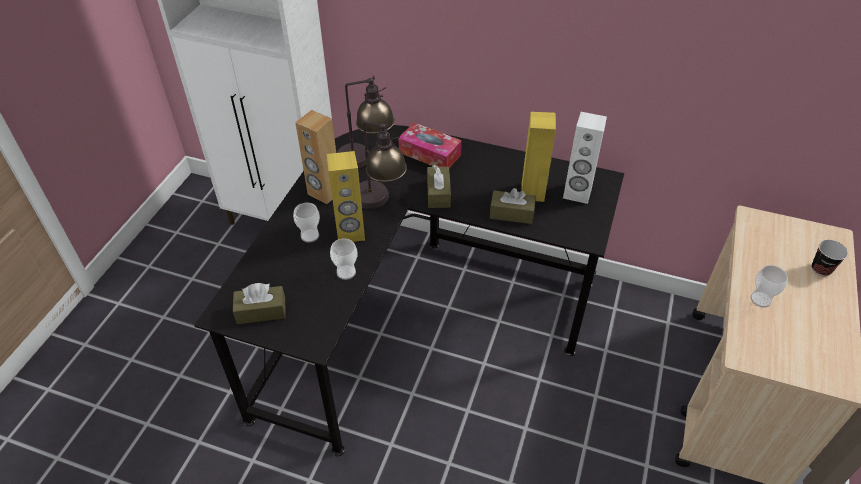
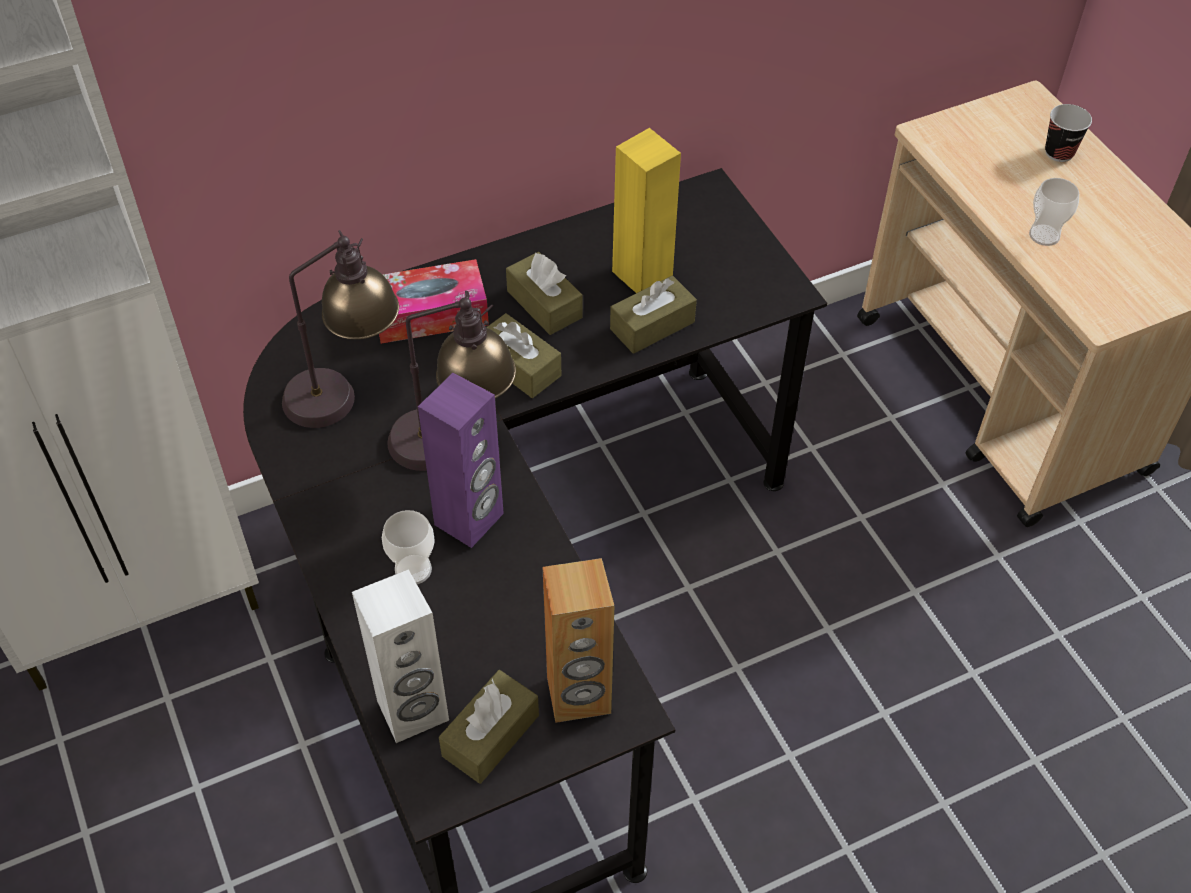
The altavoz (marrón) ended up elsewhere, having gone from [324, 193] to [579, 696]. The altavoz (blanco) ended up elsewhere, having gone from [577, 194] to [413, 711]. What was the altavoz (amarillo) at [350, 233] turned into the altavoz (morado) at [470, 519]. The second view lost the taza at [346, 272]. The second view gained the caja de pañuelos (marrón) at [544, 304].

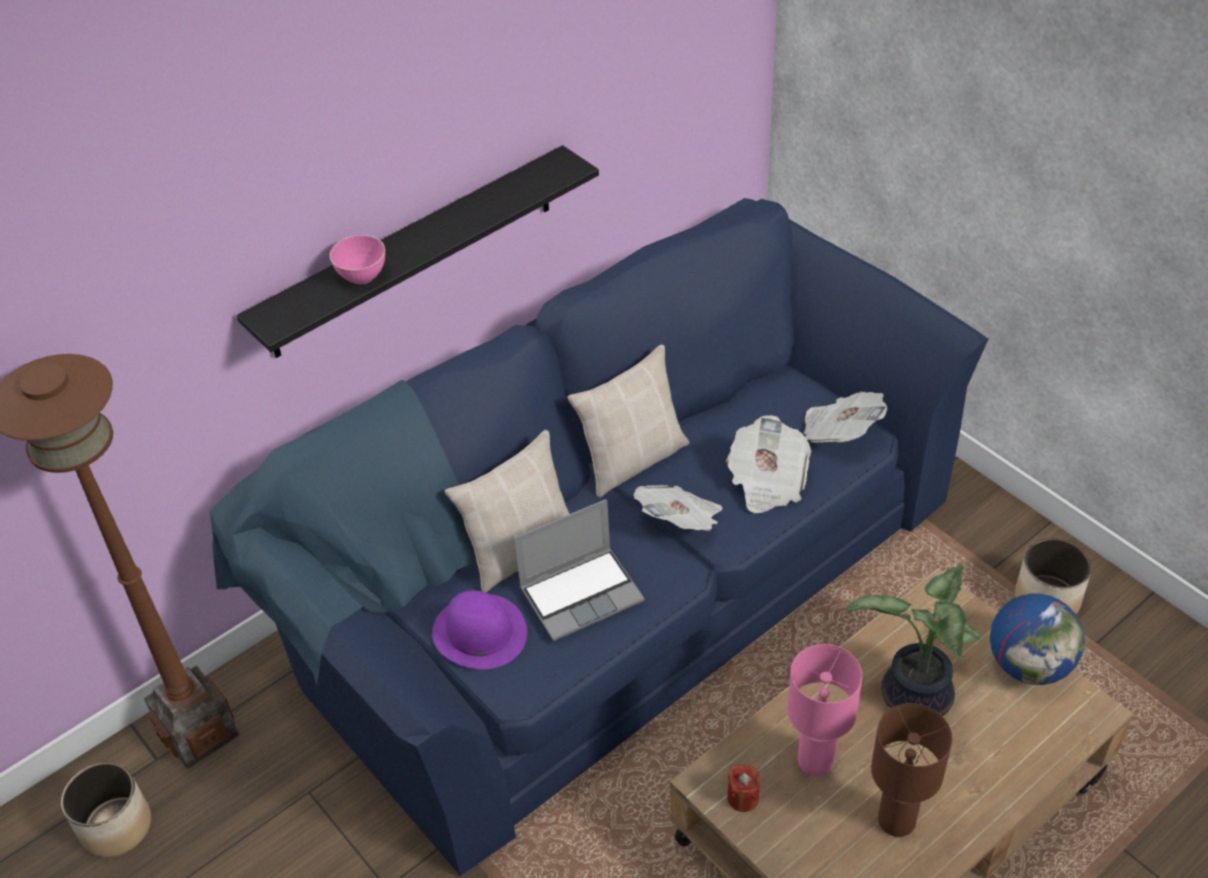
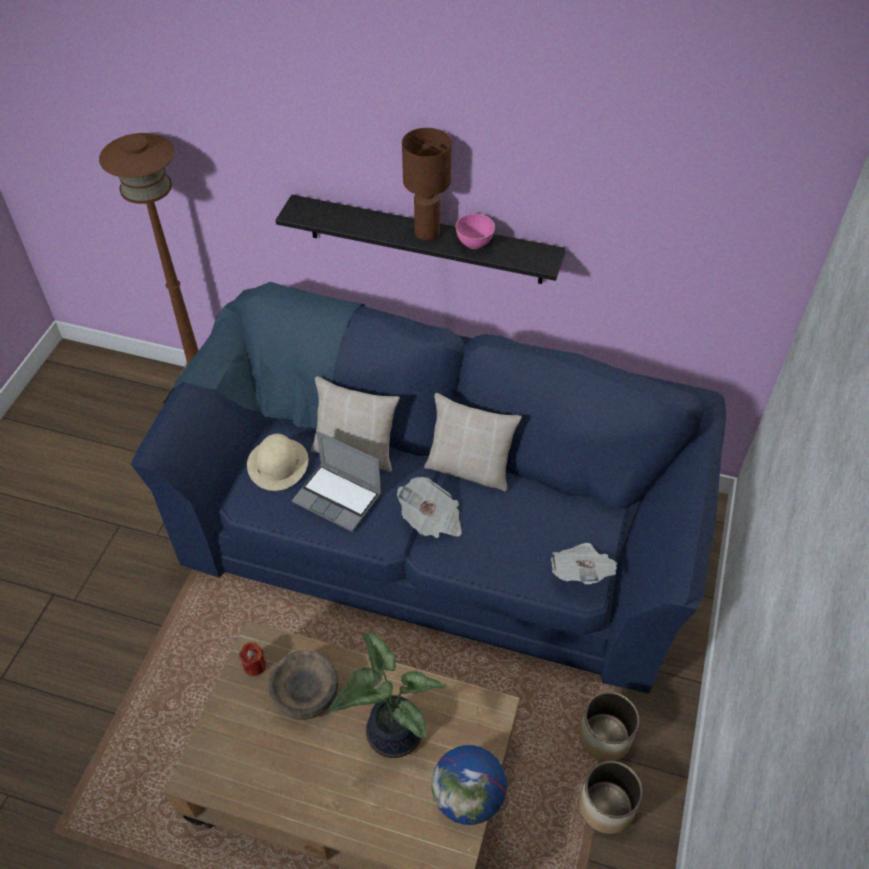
The cuenco (rosa) ended up elsewhere, having gone from [362, 276] to [474, 243]. The second view lost the periódico at [767, 481]. What was the sombrero (morado) at [479, 632] turned into the sombrero (beis) at [278, 463]. Where the lámpara de mesa (rosa) stood at [815, 760], the cuenco (marrón) came to stand at [306, 694]. The lámpara de mesa (marrón) ended up elsewhere, having gone from [896, 821] to [426, 233]. The maceta ended up elsewhere, having gone from [117, 826] to [605, 737].

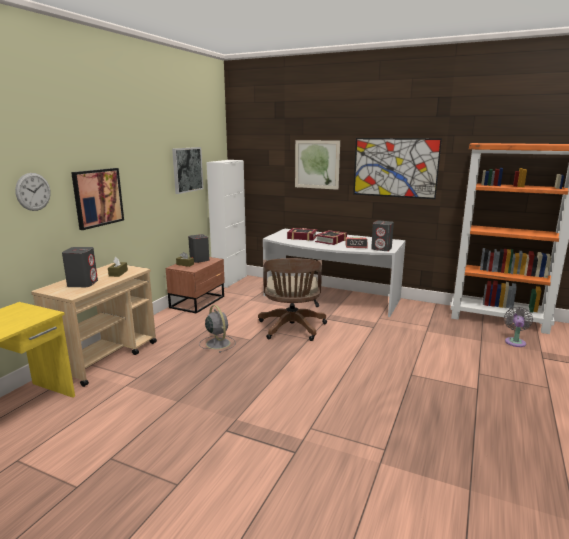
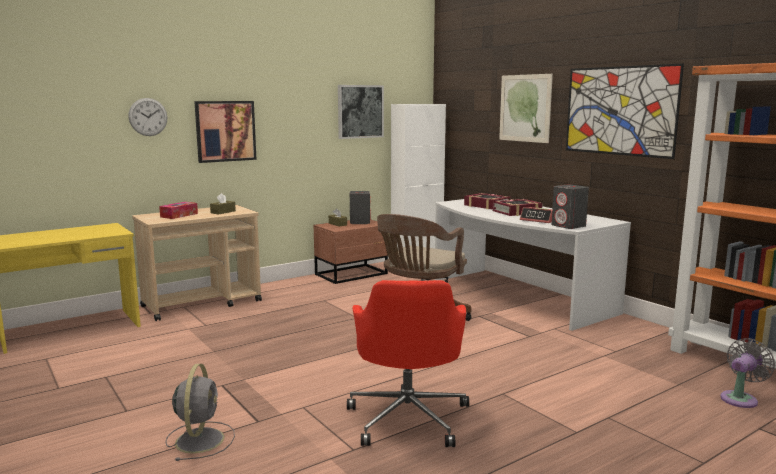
Where the altavoz (gris) stood at [83, 283], the caja de pañuelos came to stand at [179, 215]. The ventilador (gris) ended up elsewhere, having gone from [217, 343] to [200, 439]. The second view gained the silla de oficina (rojo) at [408, 417].

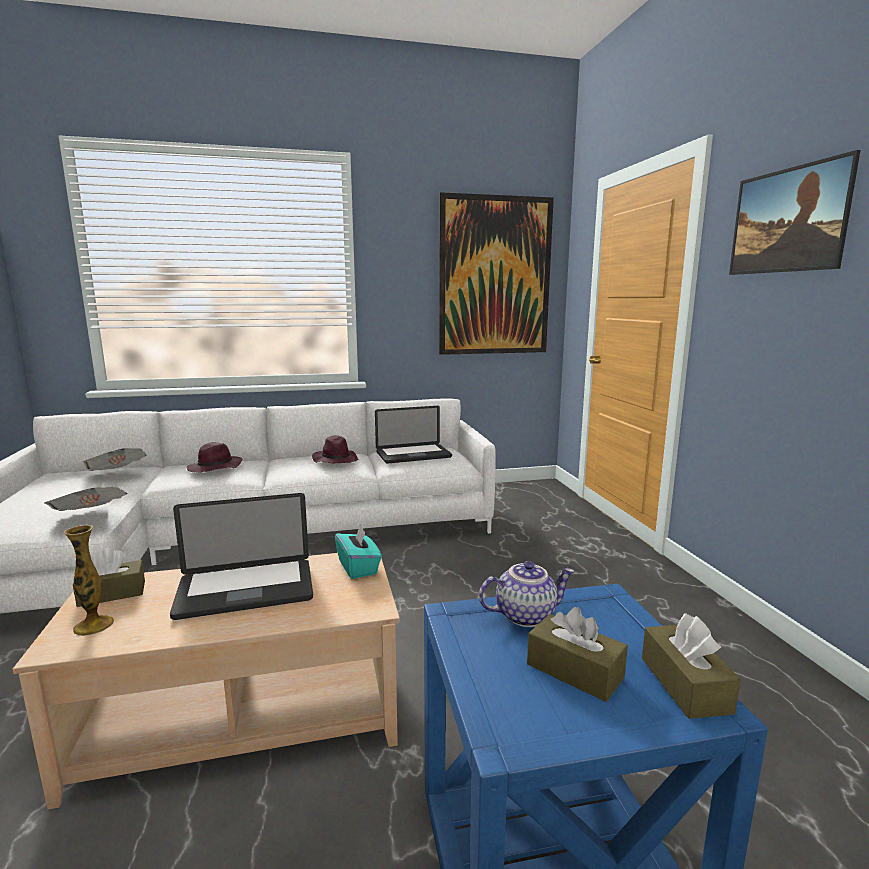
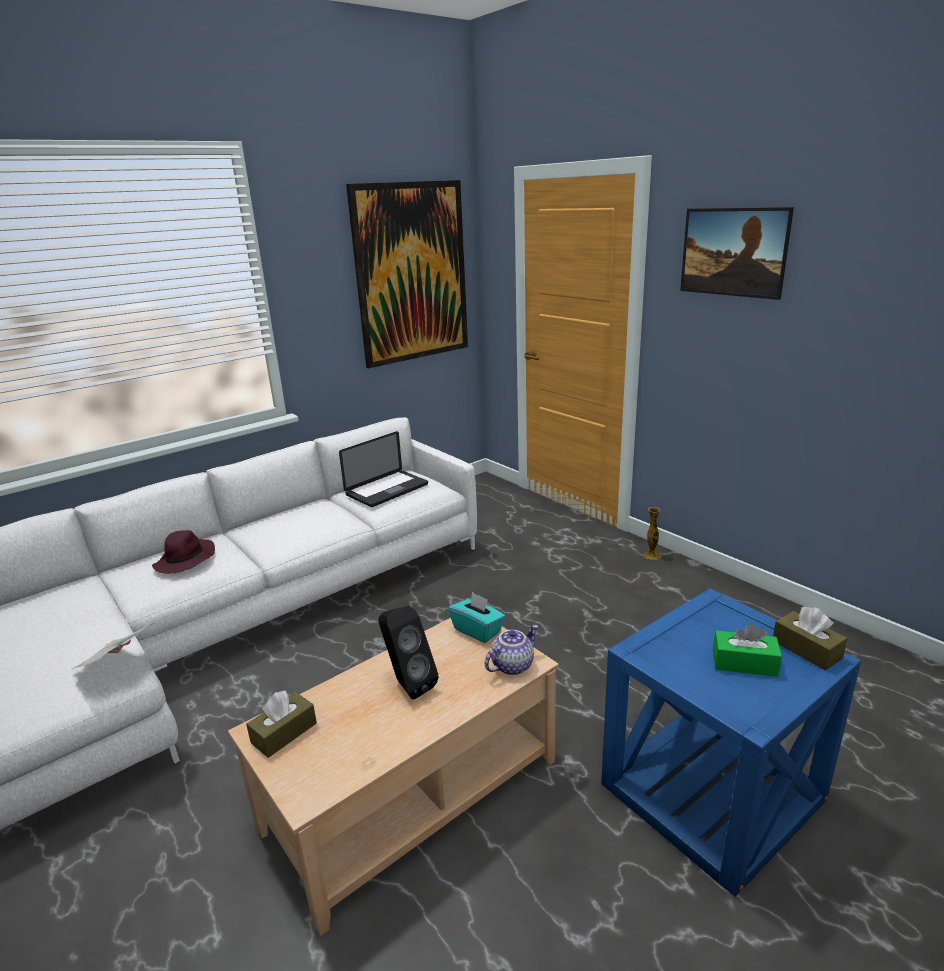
The second view lost the sombrero (morado) at [335, 460]. The second view lost the periódico at [117, 475]. Where the portátil stood at [246, 590], the altavoz (negro) came to stand at [407, 684]. The florero ended up elsewhere, having gone from [94, 625] to [652, 555]. The tetera ended up elsewhere, having gone from [525, 615] to [512, 665]. What was the caja de pañuelos (marrón) at [574, 671] turned into the caja de pañuelos (verde) at [744, 663].

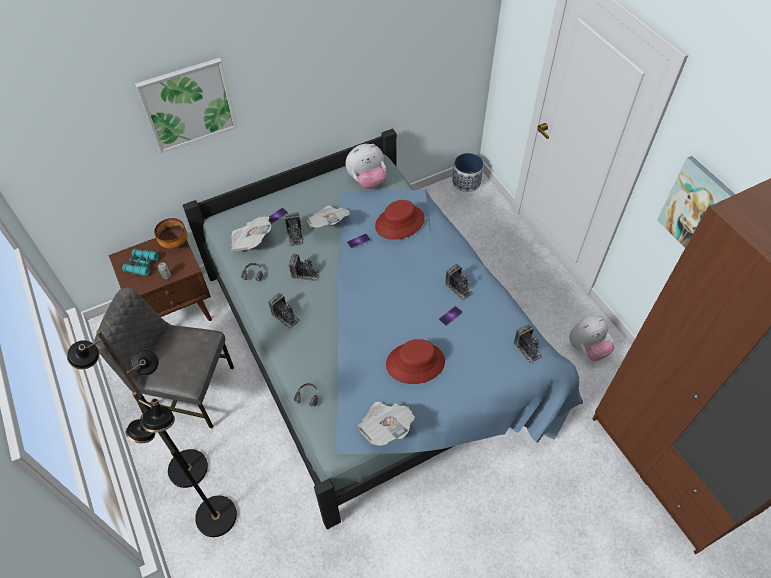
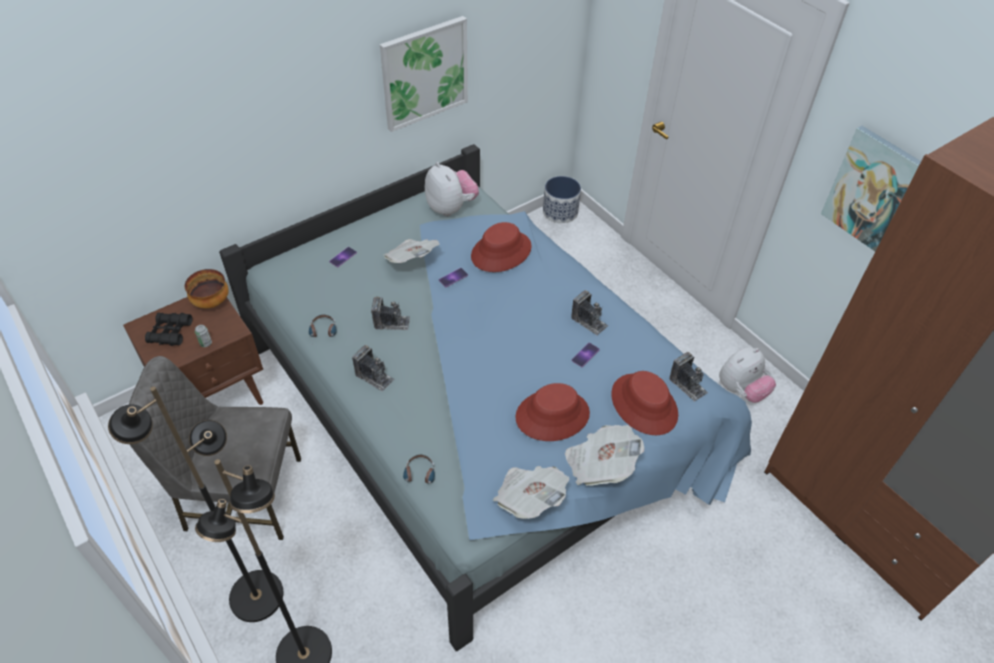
The cuadro ended up elsewhere, having gone from [188, 105] to [424, 73]. The peluche at [367, 181] ended up facing another way, 90 degrees counterclockwise from before. The second view lost the cámara at [295, 235]. The periódico ended up elsewhere, having gone from [251, 241] to [600, 465]. What was the prismáticos (turquesa) at [141, 265] turned into the prismáticos (negro) at [170, 333]. The second view gained the sombrero (rojo) at [644, 404].

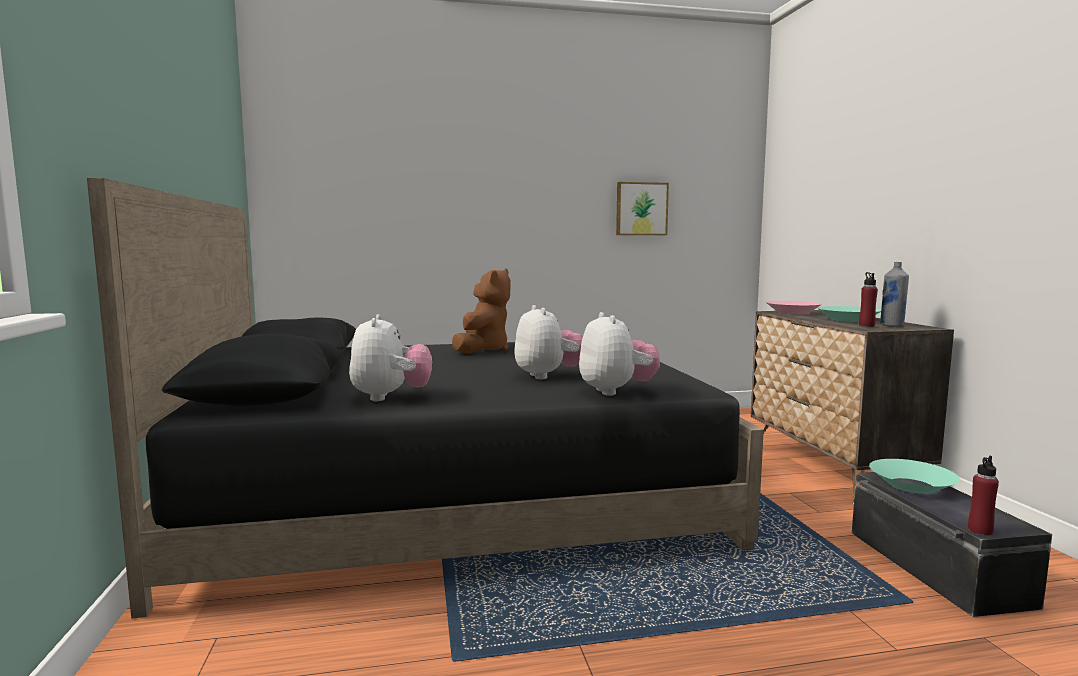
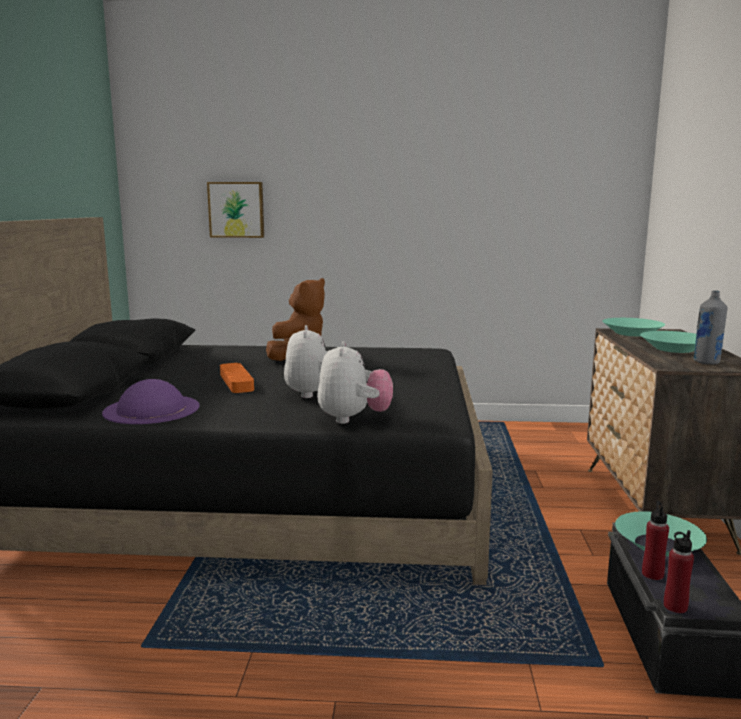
The cuadro ended up elsewhere, having gone from [641, 209] to [236, 210]. The botella (rojo) ended up elsewhere, having gone from [866, 325] to [652, 574]. What was the cuenco (rosa) at [793, 312] turned into the cuenco (turquesa) at [632, 333]. Where the peluche stood at [390, 397], the sombrero (morado) came to stand at [151, 409]. The second view gained the bandeja (naranja) at [236, 382].

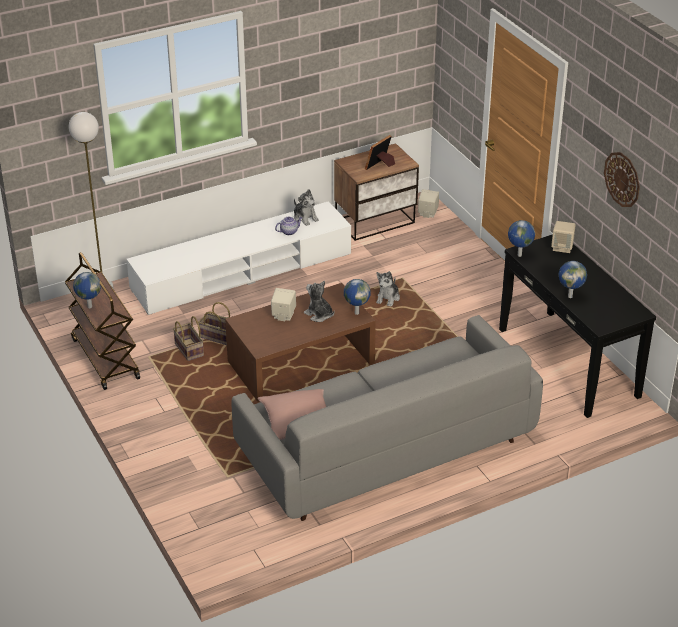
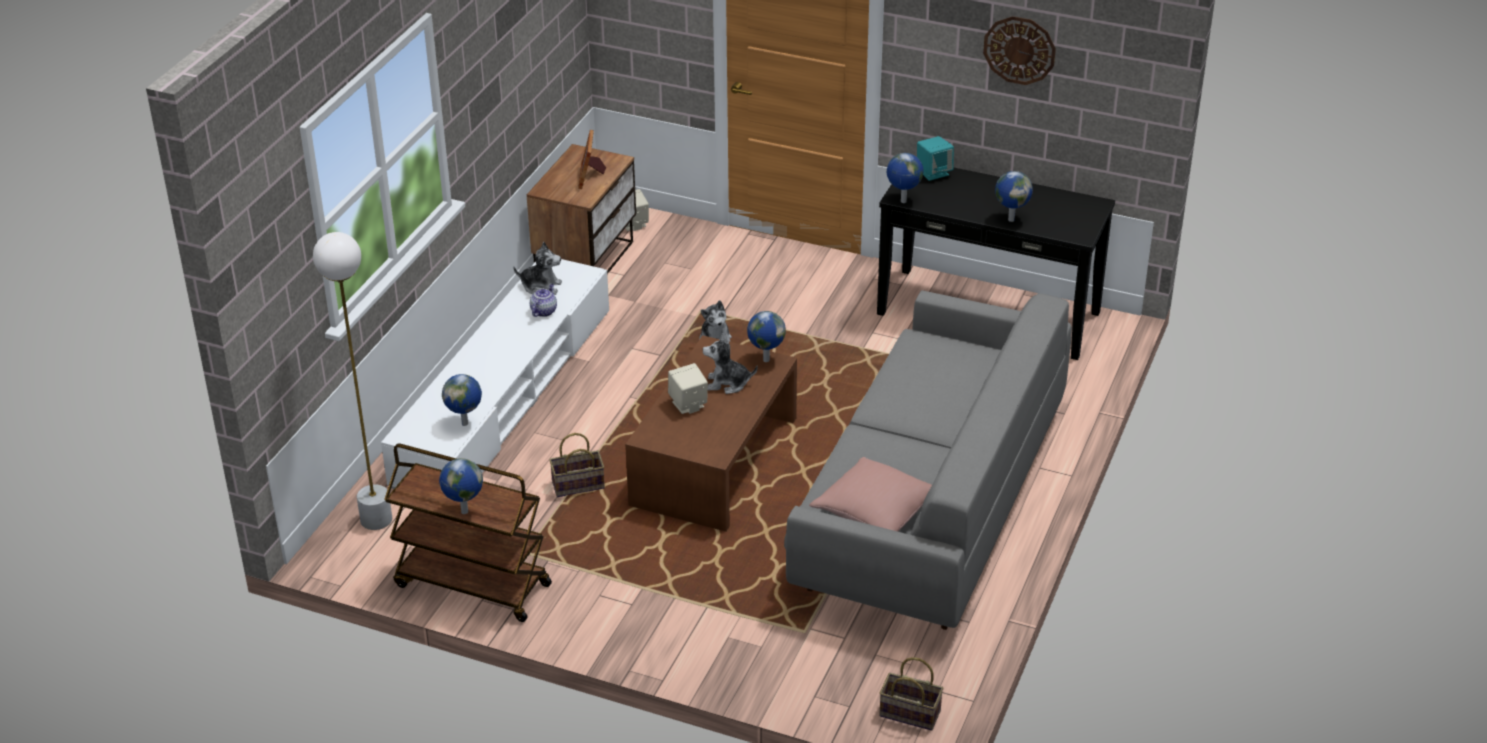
What was the altavoz (beis) at [562, 247] turned into the altavoz (turquesa) at [934, 173]. The cesta ended up elsewhere, having gone from [188, 349] to [908, 714]. The second view gained the globo terráqueo at [465, 423].

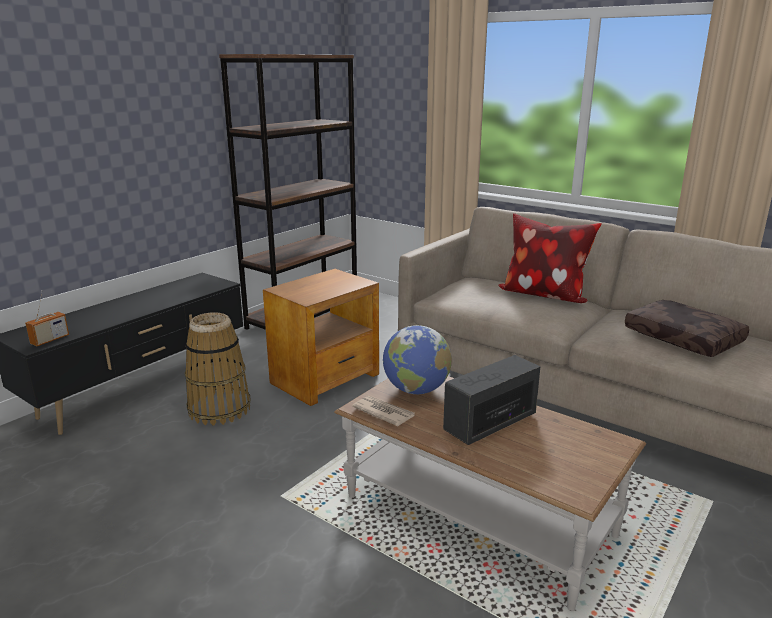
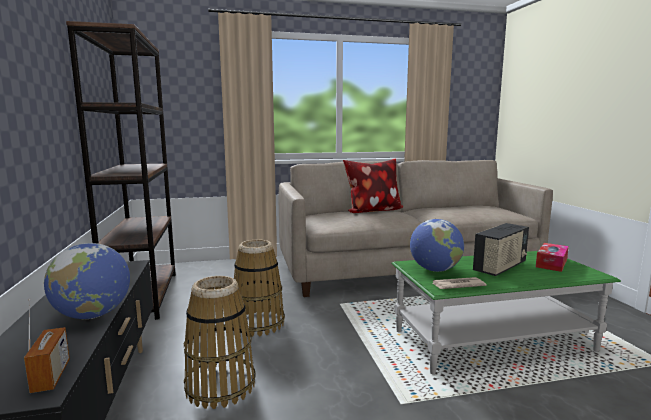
Where the mesa auxiliar (marrón) stood at [326, 378], the cesta came to stand at [258, 323]. The second view lost the cojín (marrón) at [684, 338]. The radio at [490, 423] ended up facing another way, 135 degrees counterclockwise from before. What was the mesa de centro (marrón) at [477, 516] turned into the mesa de centro (verde) at [493, 341]. The second view gained the globo terráqueo at [93, 315]. The second view gained the caja de pañuelos at [551, 263].

